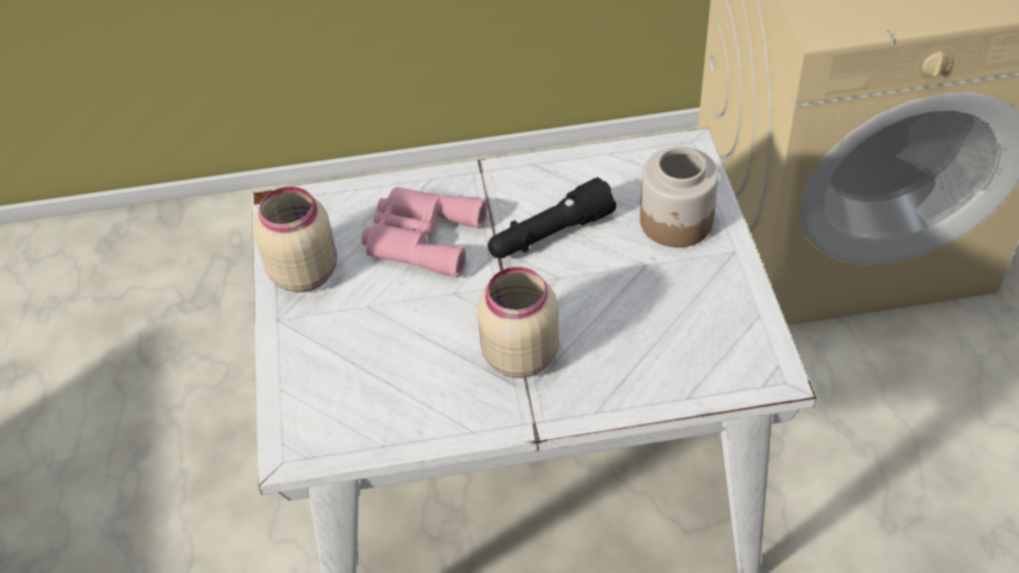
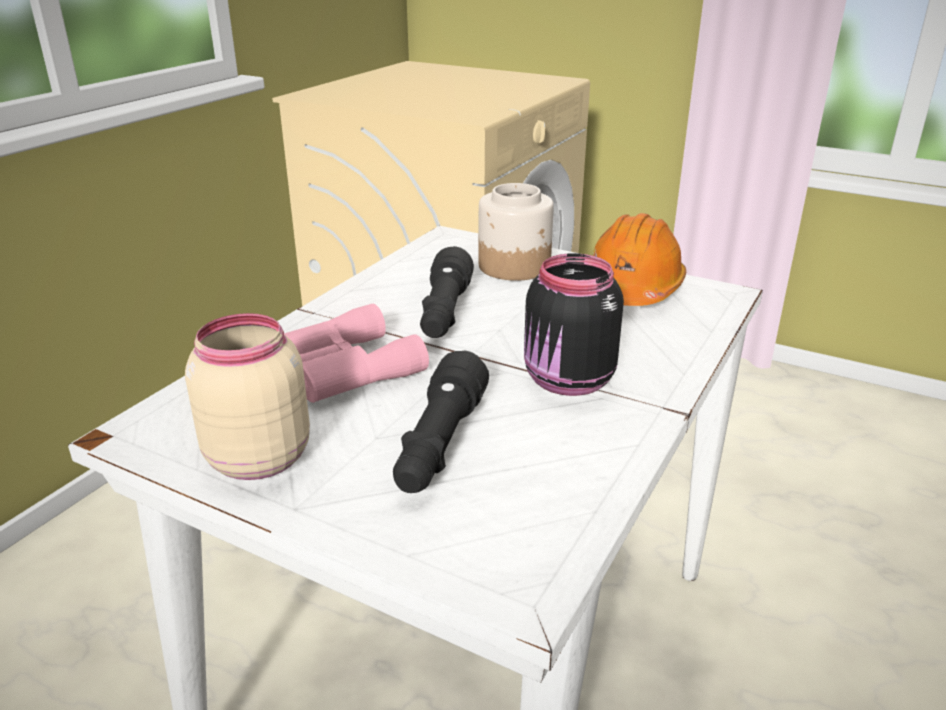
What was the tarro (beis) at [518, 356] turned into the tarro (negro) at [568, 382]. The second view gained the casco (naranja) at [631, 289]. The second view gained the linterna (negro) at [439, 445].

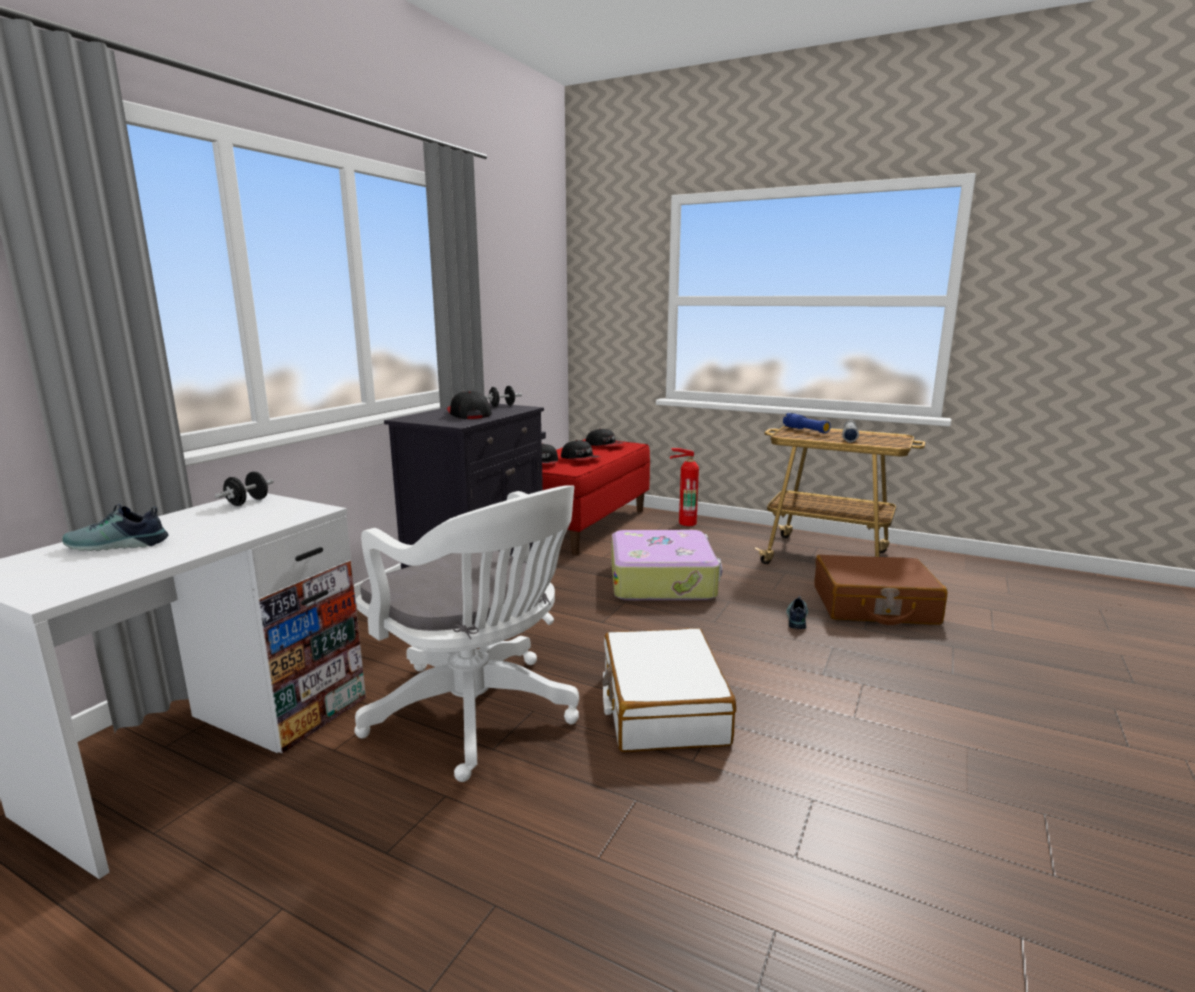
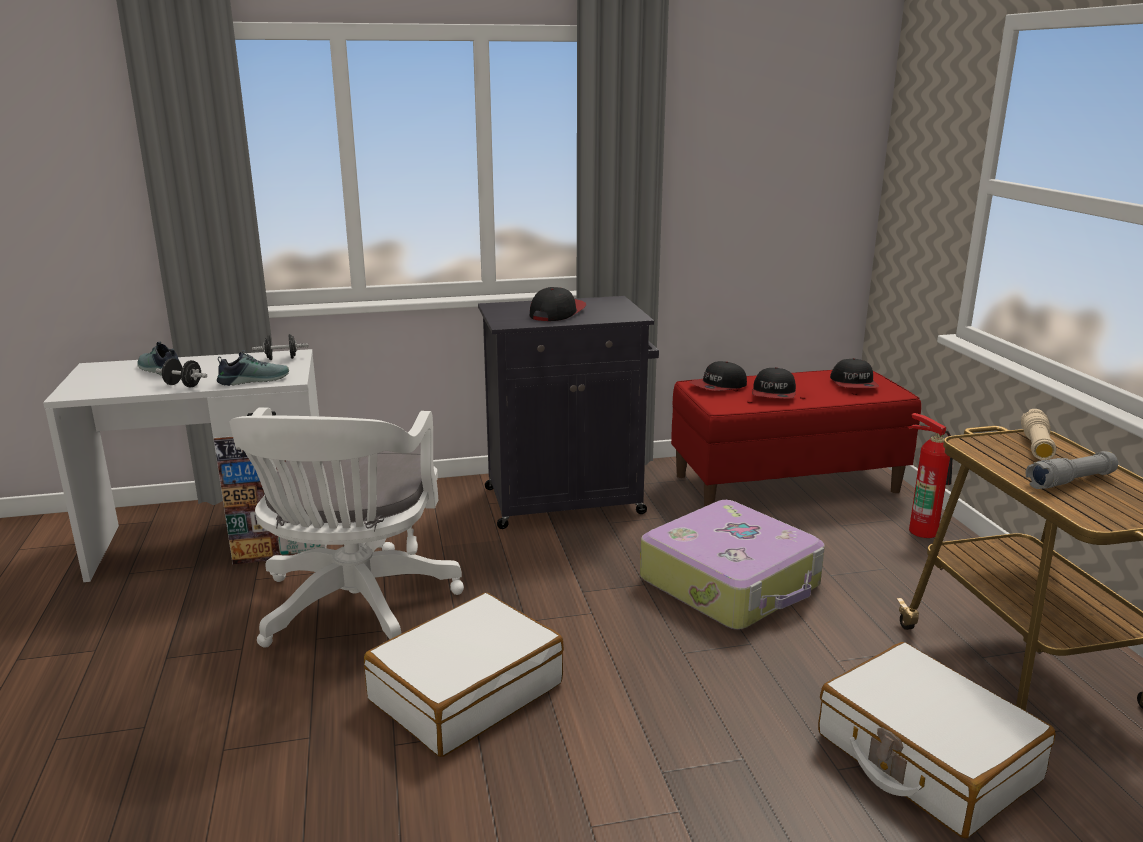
The mancuerna (negro) ended up elsewhere, having gone from [502, 406] to [183, 385]. What was the linterna (azul) at [805, 430] turned into the linterna (beis) at [1036, 446]. What was the maleta (marrón) at [874, 606] turned into the maleta (blanco) at [925, 757]. The zapato ended up elsewhere, having gone from [796, 618] to [253, 380].

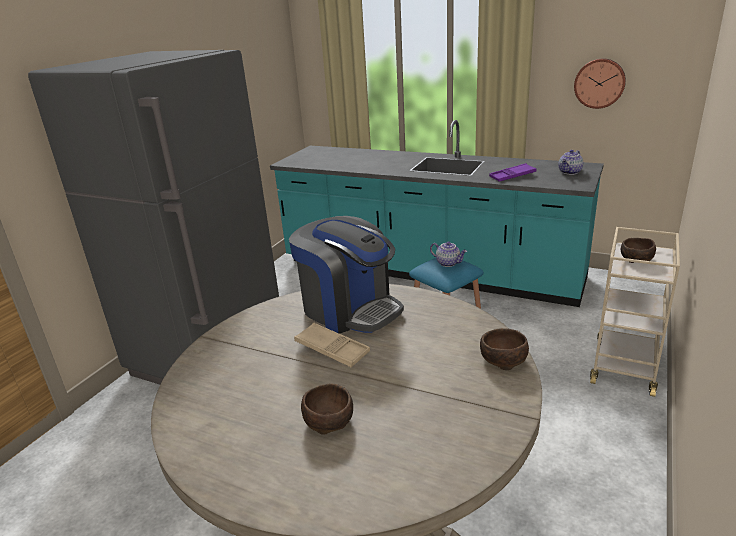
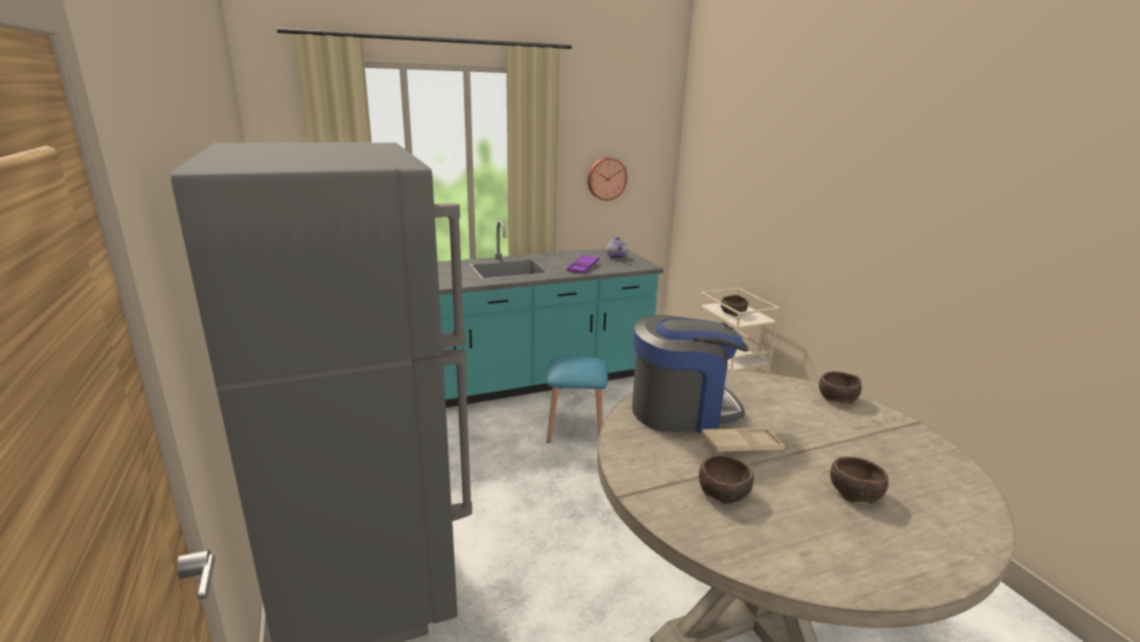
The second view lost the tetera at [448, 263]. The second view gained the cuenco (marrón) at [724, 492].

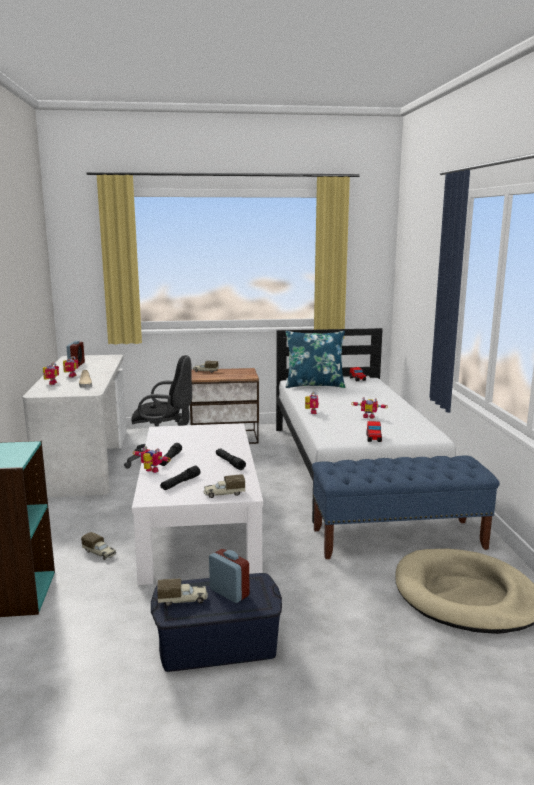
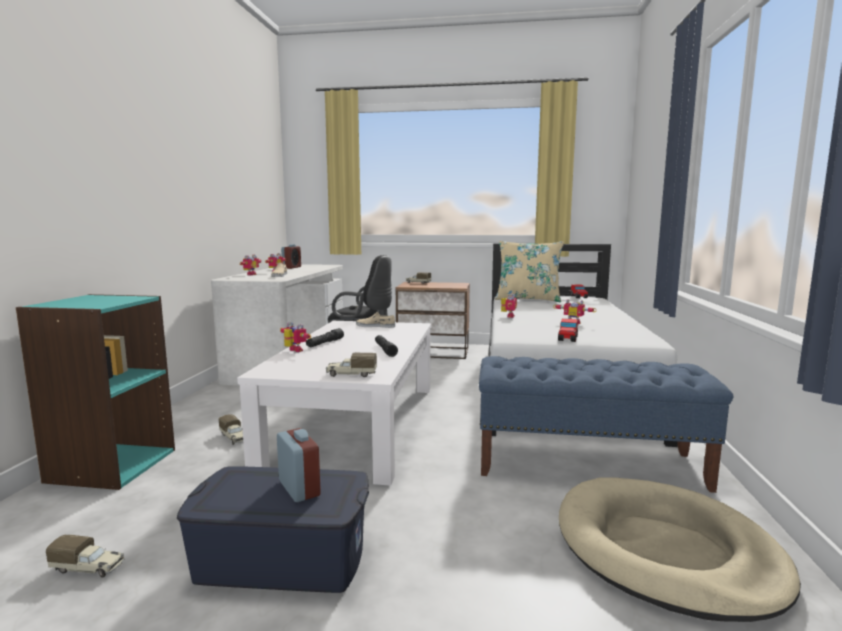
What was the cojín (azul) at [314, 385] turned into the cojín (beis) at [528, 299]. The second view lost the linterna (negro) at [180, 483]. The camión de juguete ended up elsewhere, having gone from [183, 600] to [89, 568]. The second view gained the zapato (beis) at [375, 326].

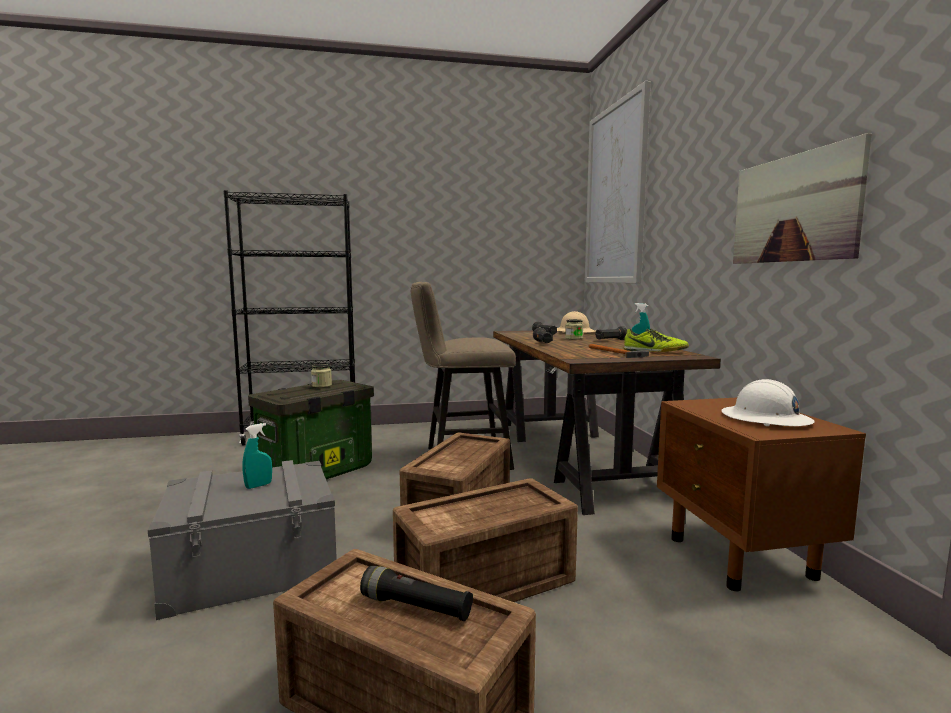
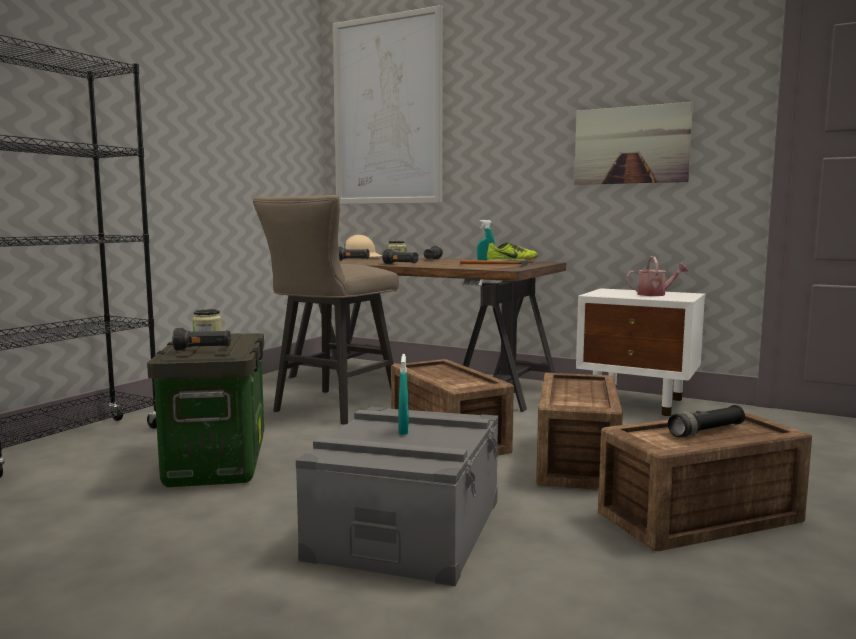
Where the casco (blanco) stood at [765, 419], the regadera came to stand at [655, 294]. What was the mesita de noche (marrón) at [742, 558] turned into the mesita de noche (blanco) at [639, 402]. The second view gained the linterna (negro) at [203, 349].

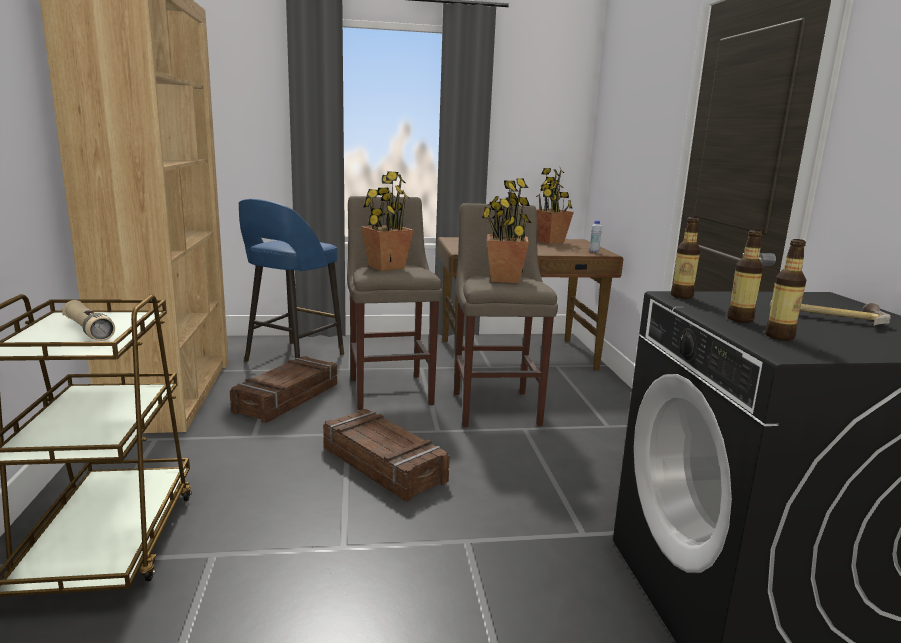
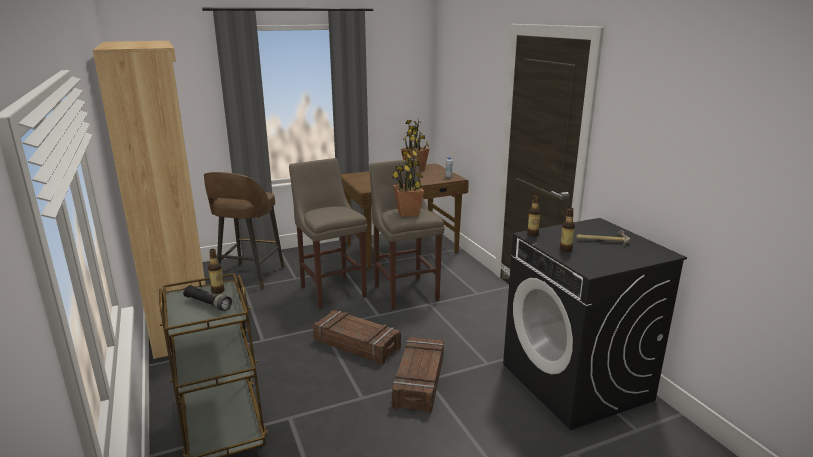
The second view lost the planta en maceta at [386, 267]. What was the taburete (azul) at [292, 359] turned into the taburete (marrón) at [249, 277]. The botella ended up elsewhere, having gone from [779, 336] to [218, 291]. What was the linterna (beis) at [89, 330] turned into the linterna (negro) at [208, 304]. The caja de embalaje ended up elsewhere, having gone from [288, 398] to [420, 381].

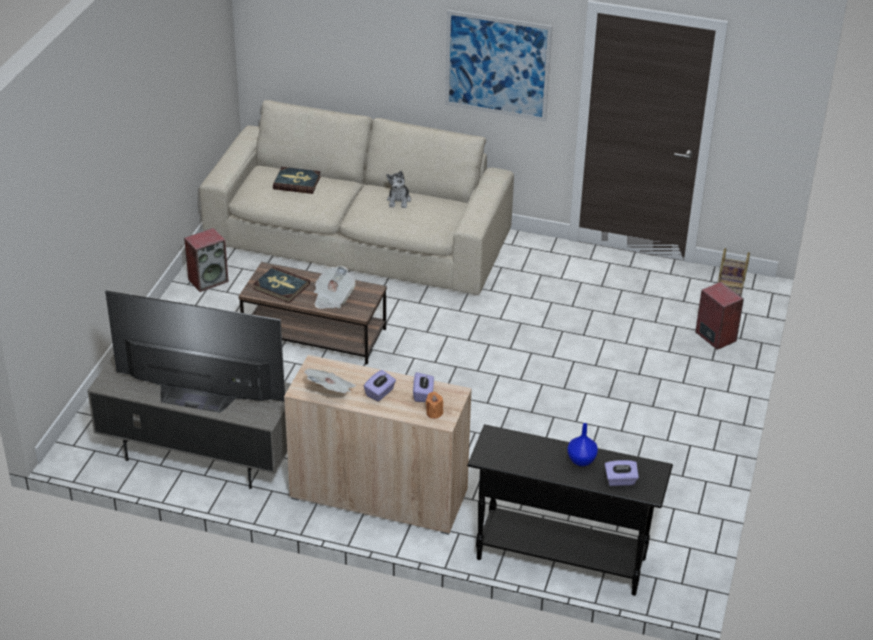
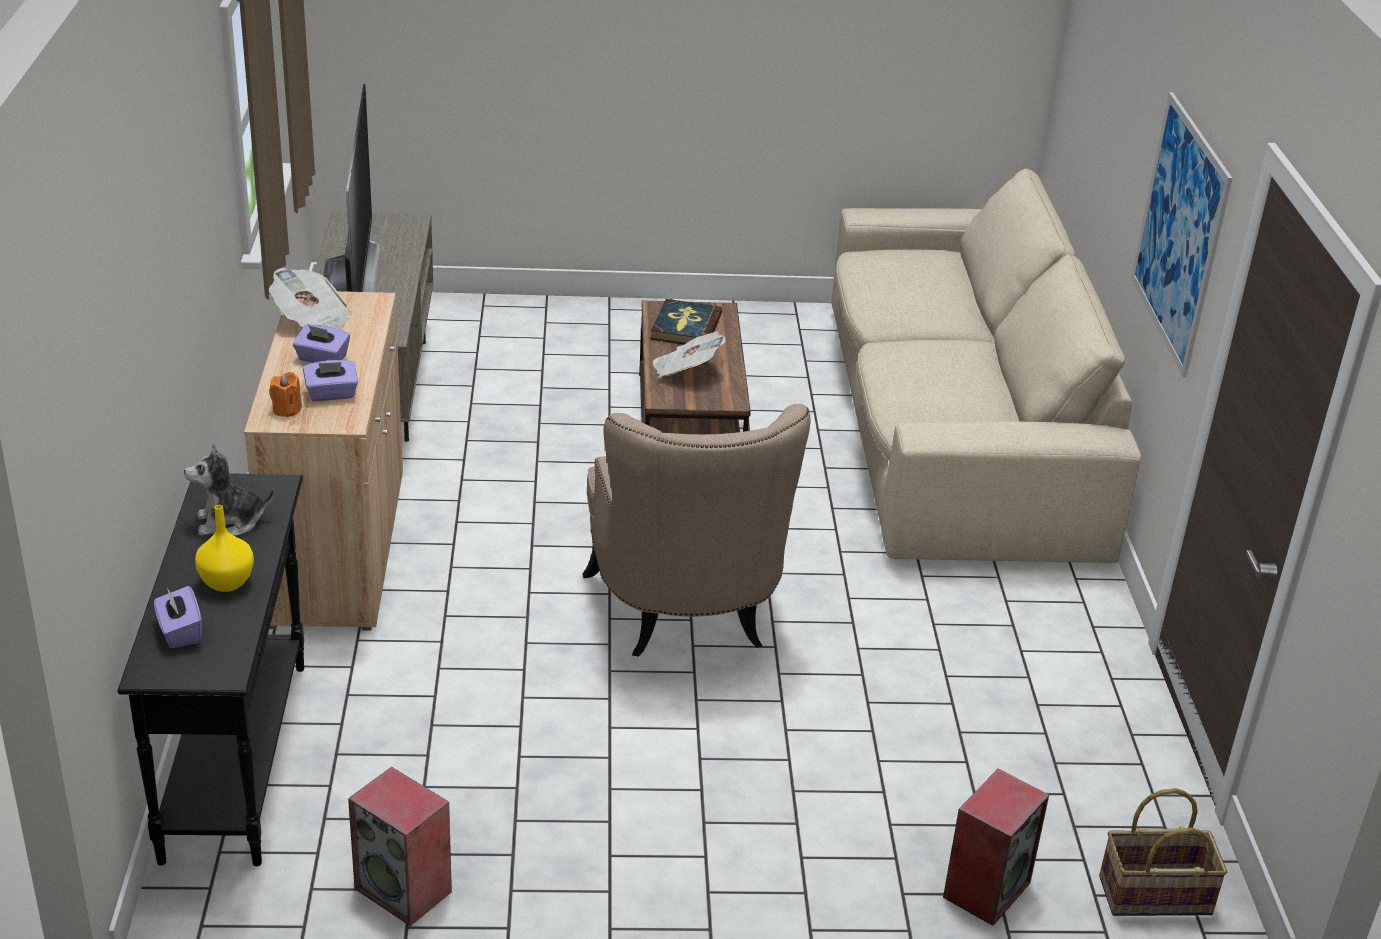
The second view lost the libro at [297, 182]. The peluche ended up elsewhere, having gone from [399, 200] to [230, 522]. The altavoz ended up elsewhere, having gone from [208, 280] to [405, 890]. What was the florero (azul) at [581, 460] turned into the florero (amarillo) at [228, 582]. The second view gained the sillón (beis) at [687, 616].

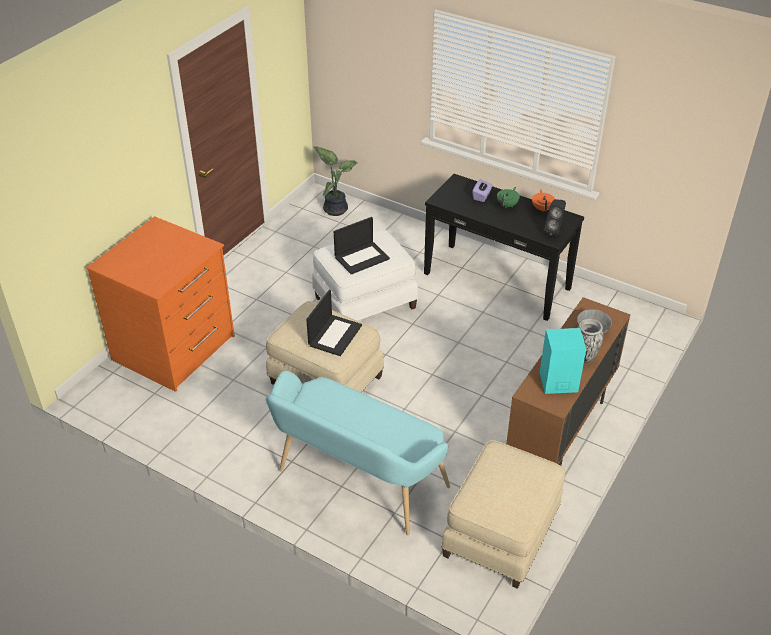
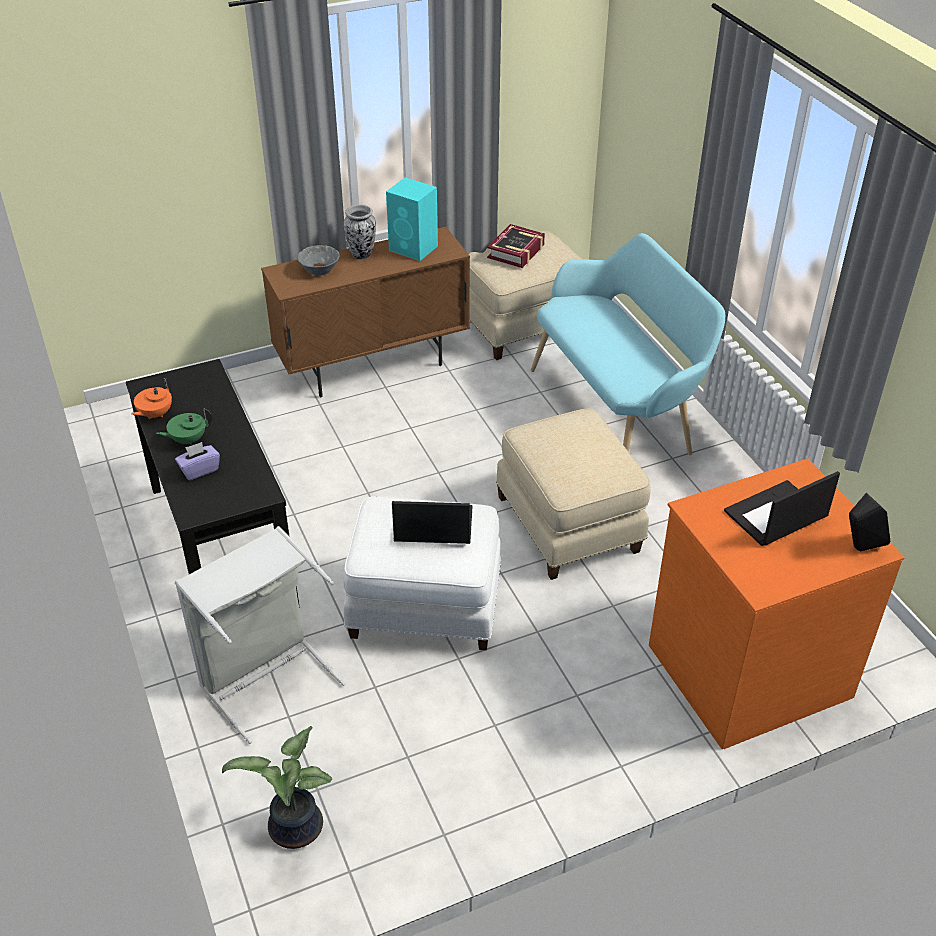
The altavoz (negro) ended up elsewhere, having gone from [554, 232] to [859, 549]. The portátil ended up elsewhere, having gone from [335, 335] to [775, 515]. The second view gained the libro at [516, 251]. The second view gained the cesto de la ropa (gris) at [265, 676].

